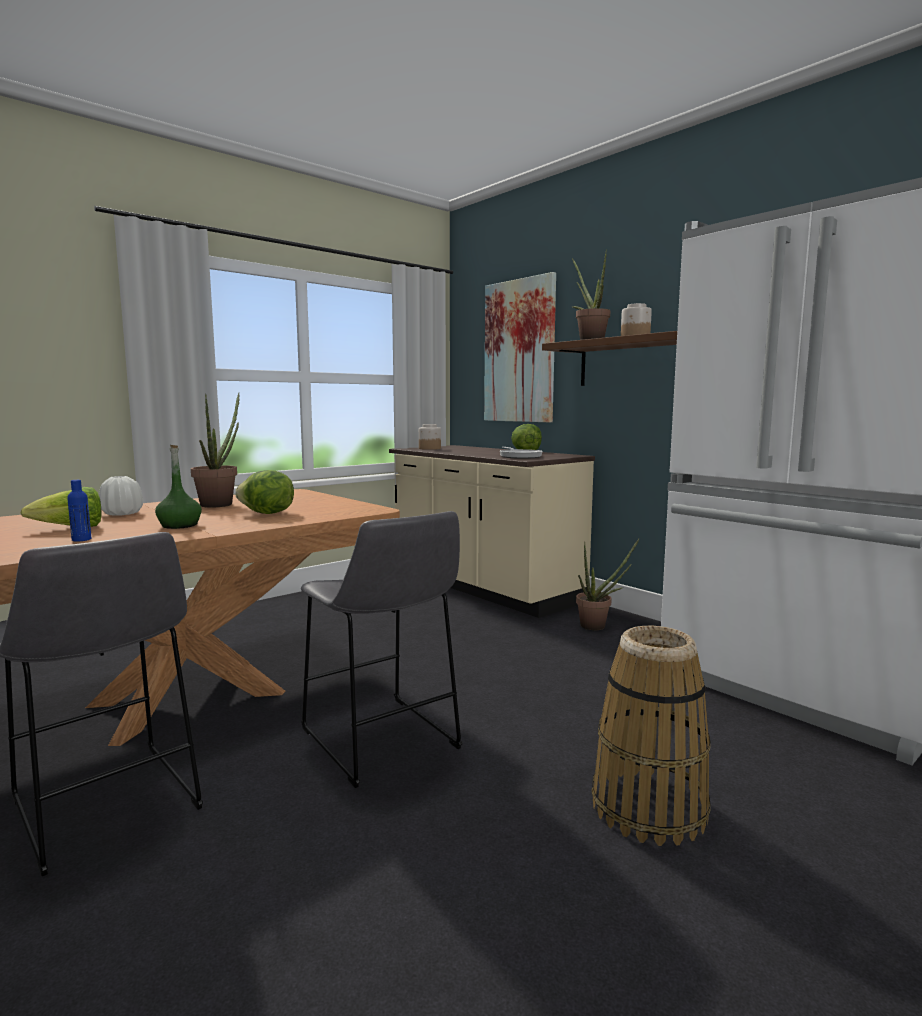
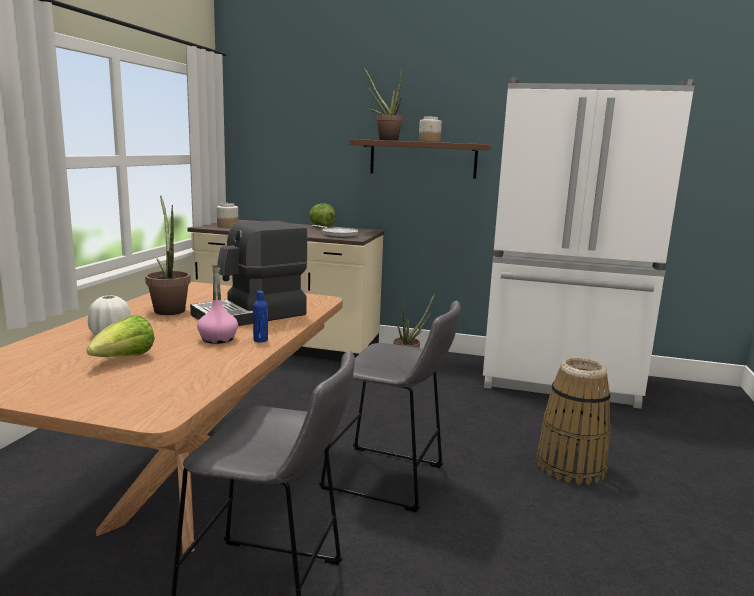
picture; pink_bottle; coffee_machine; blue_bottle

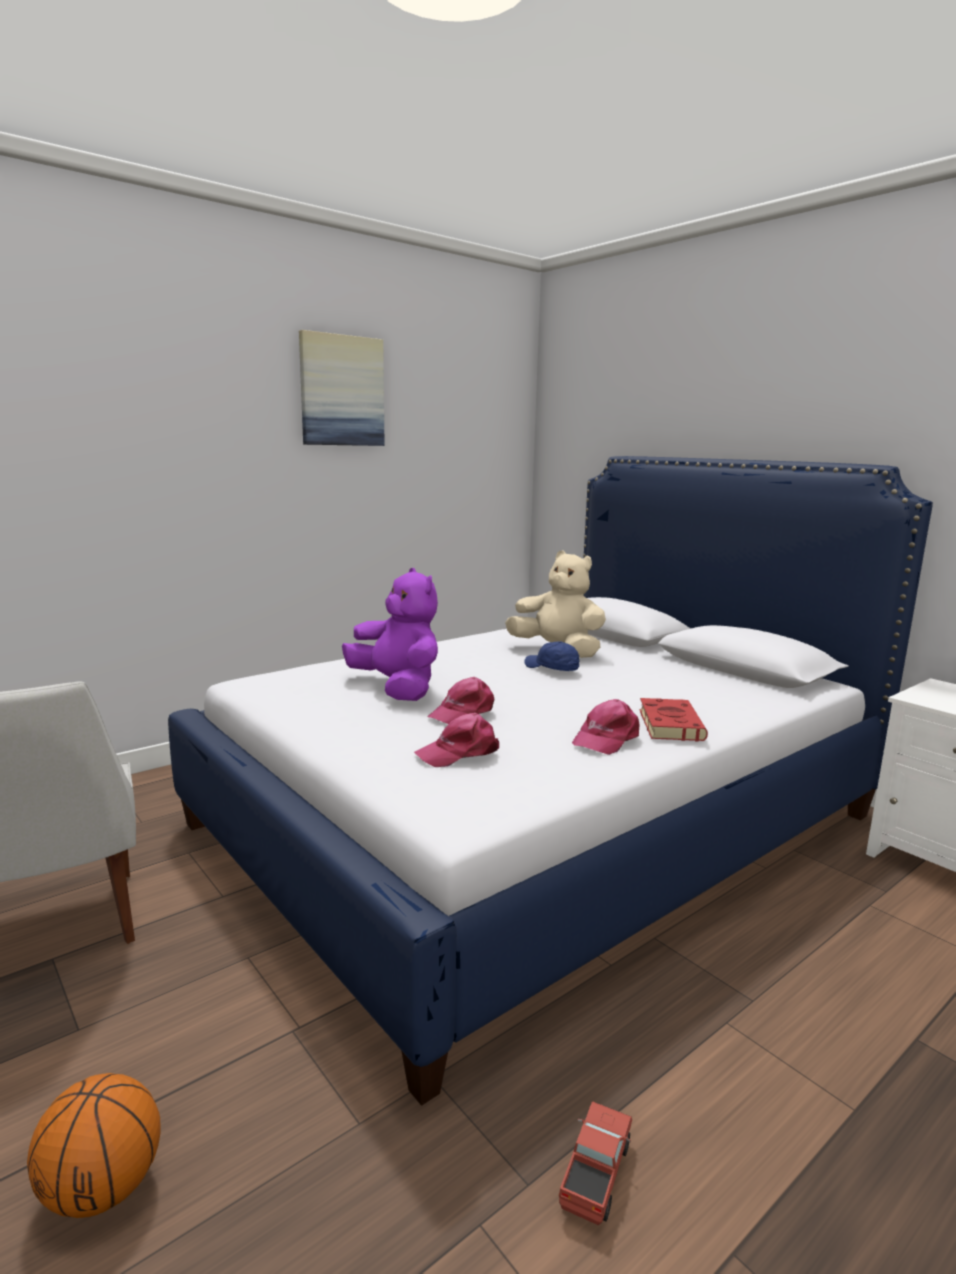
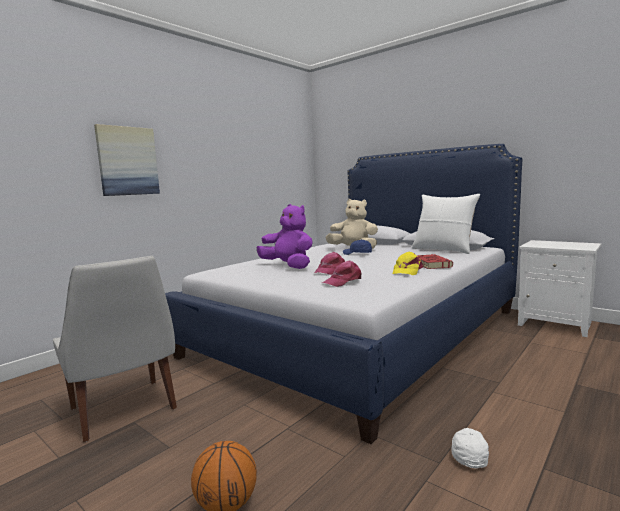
picture; yellow_cap; white_cap; white_pillow

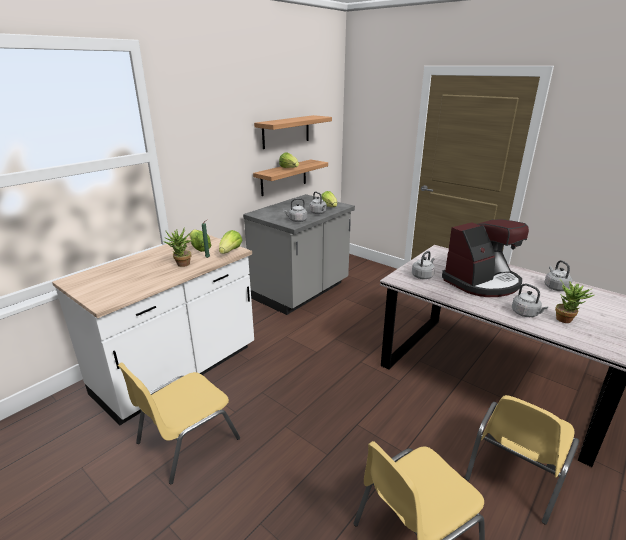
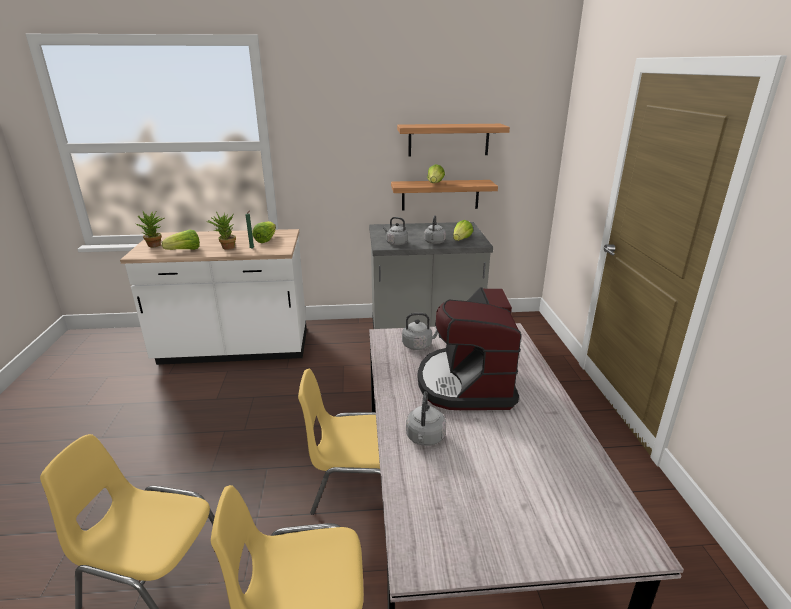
coffee_machine; lettuce (1st from left); grey_kettle (5th from left in the first image); potted_plant (1st from left); yellow_chair (3rd from left)

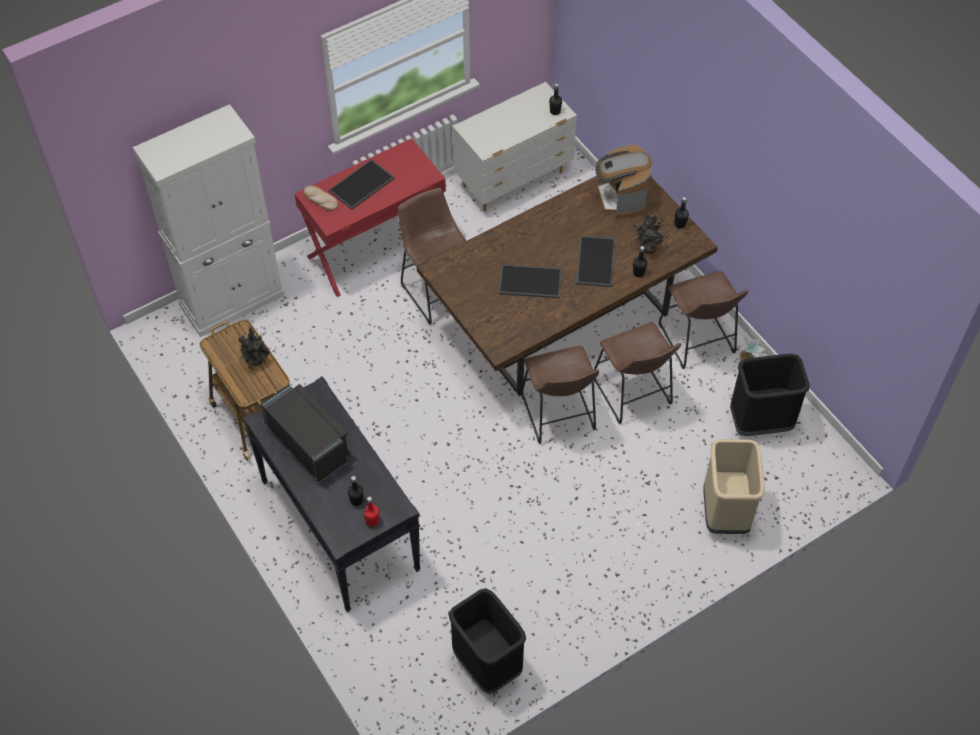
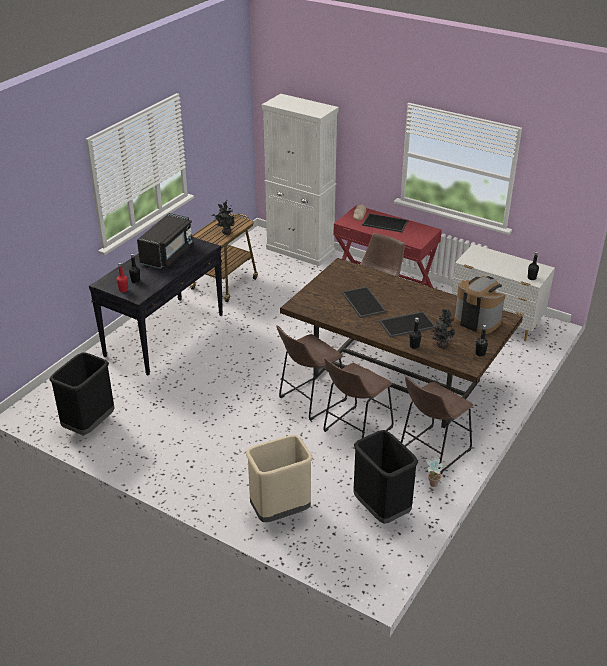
coffee_machine

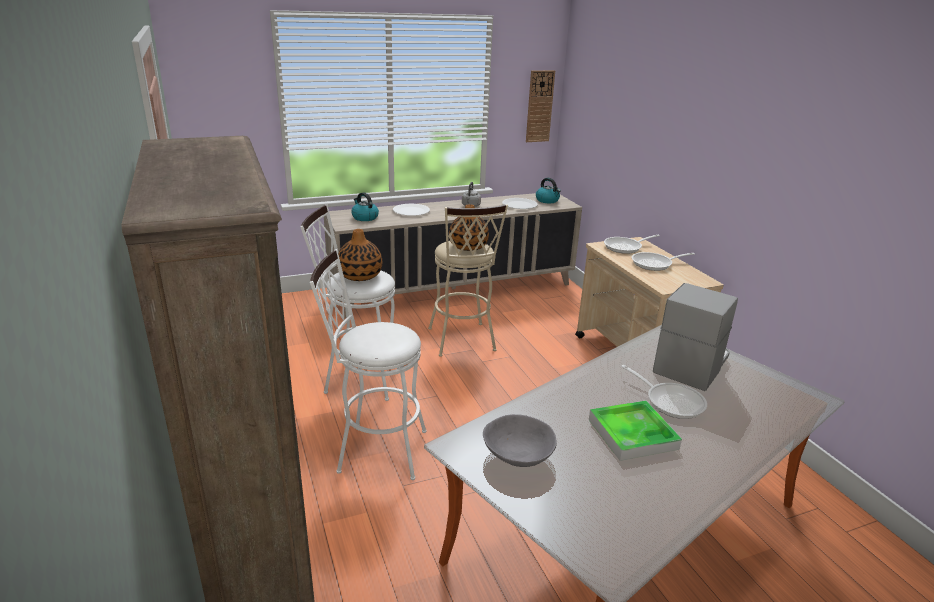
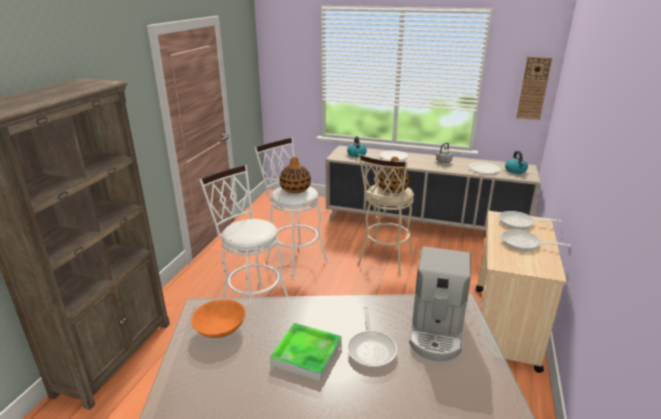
coffee_machine; orange_bowl

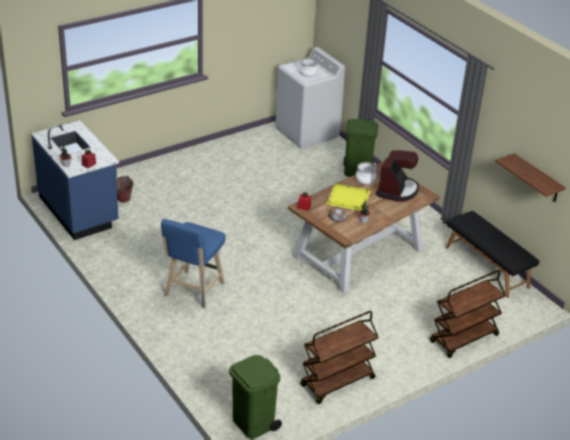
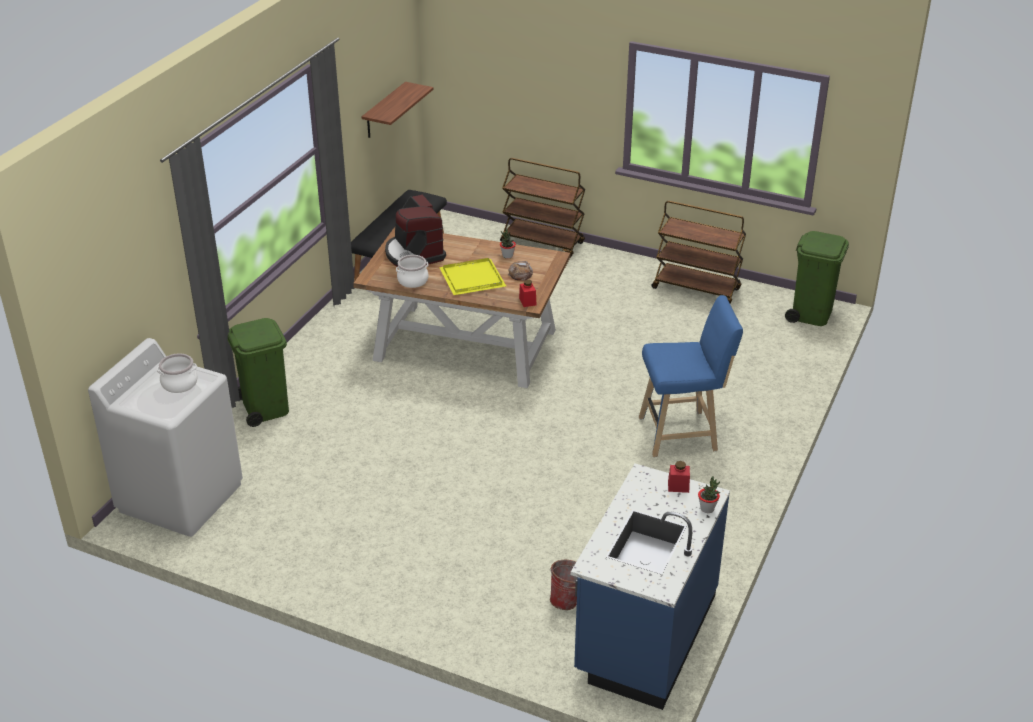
coffee_machine

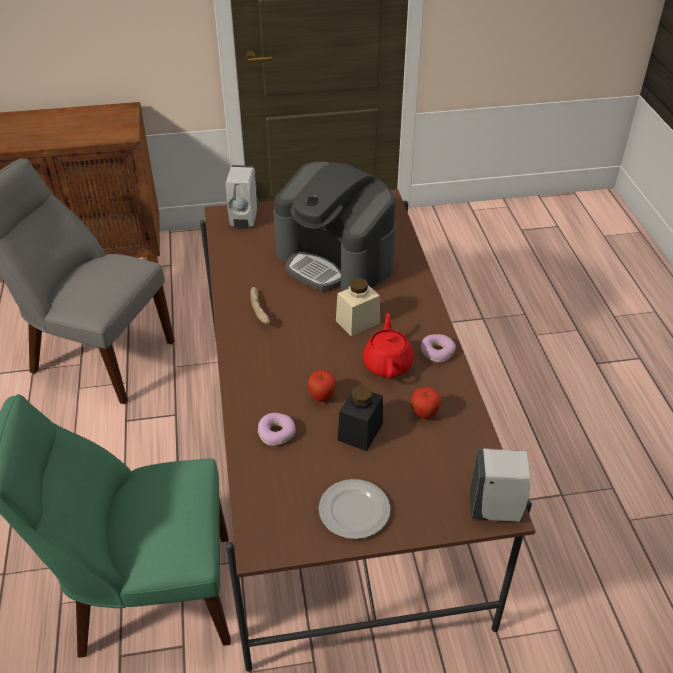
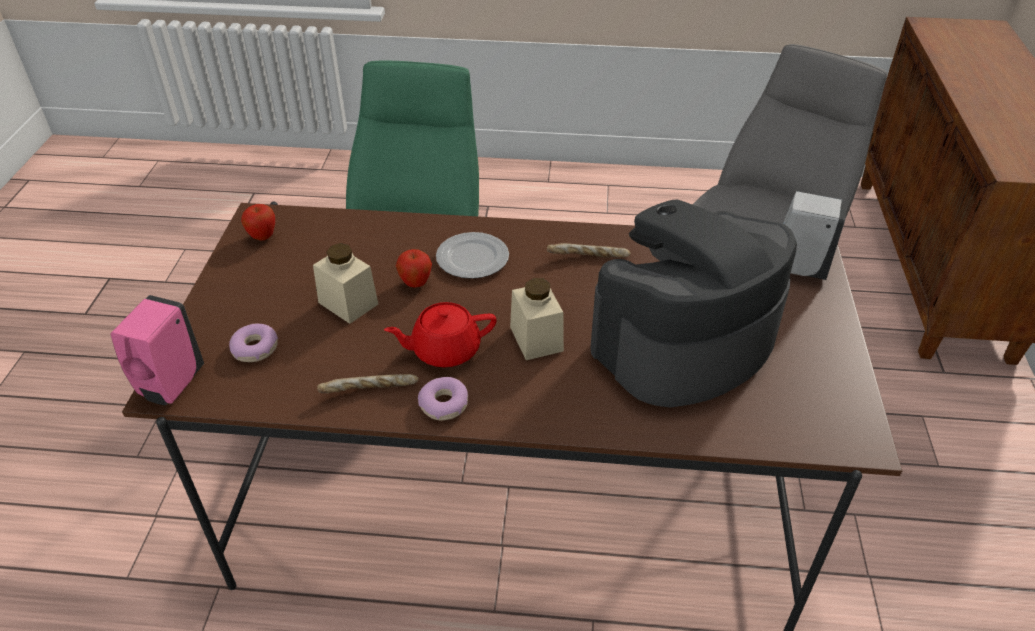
red_teapot; beige_jar (1st from left); apple (1st from left); donut (1st from left); pink_soap_dispenser; plate; bread (1st from left)

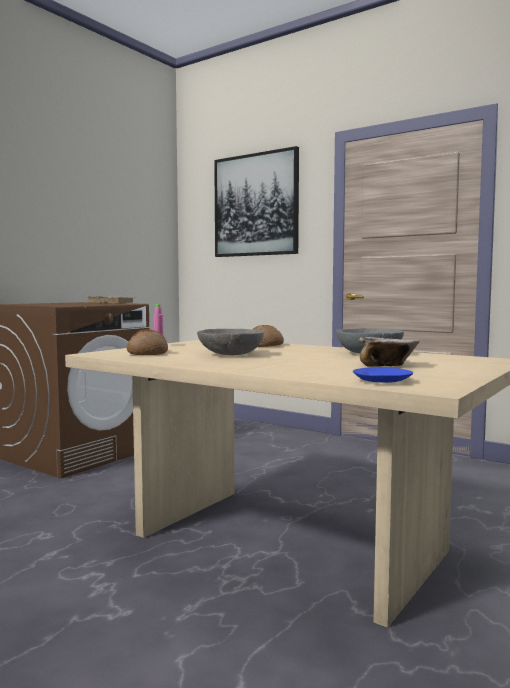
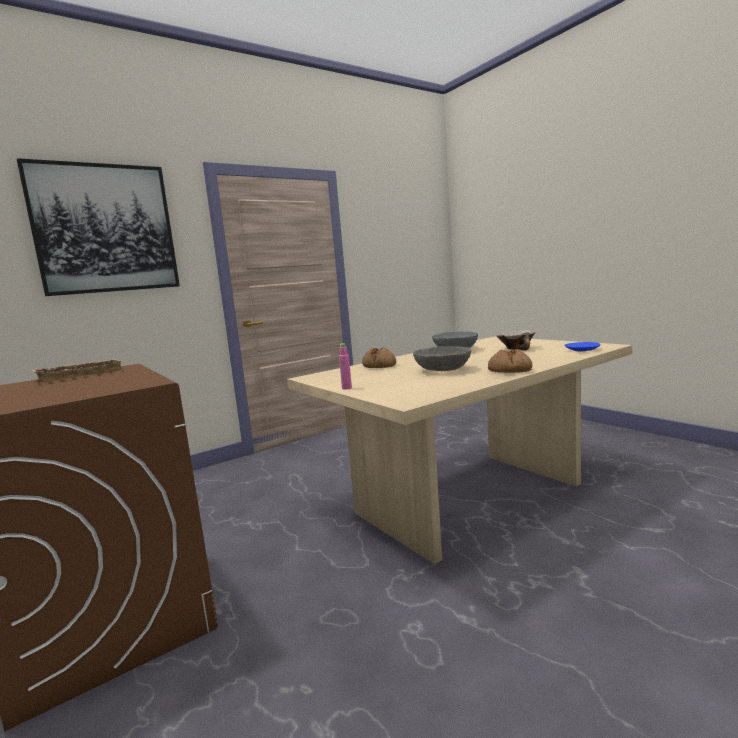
bread (2nd from left)

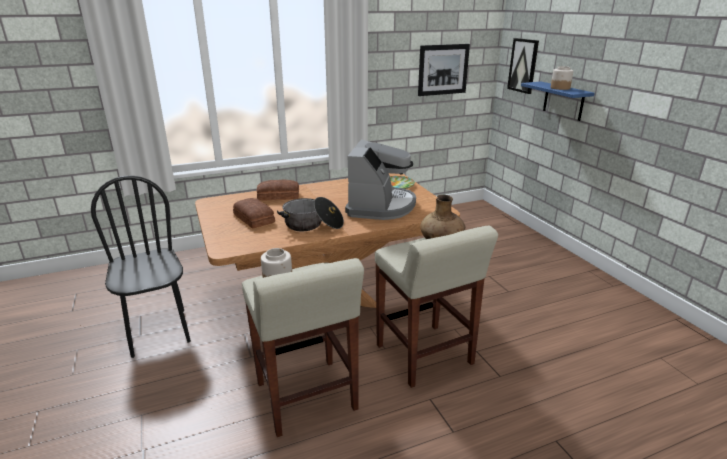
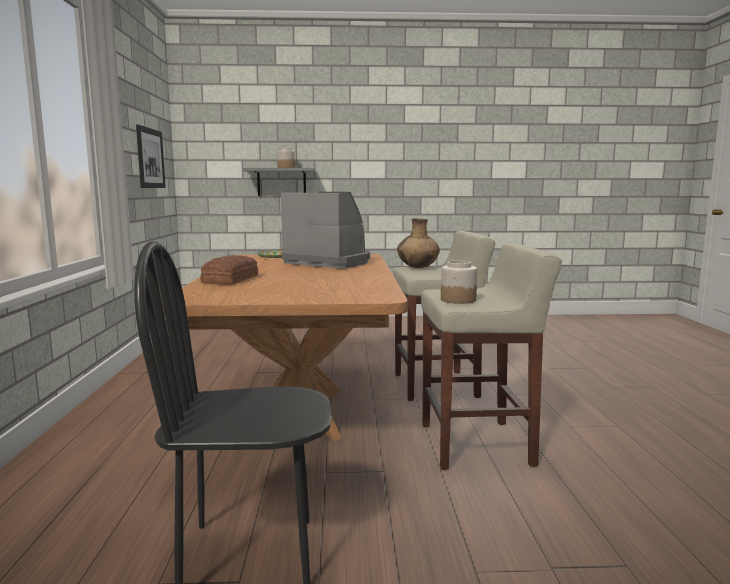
picture (2nd from left in the first image); grey_shelf; cooking_pot; bread (1st from left in the first image)

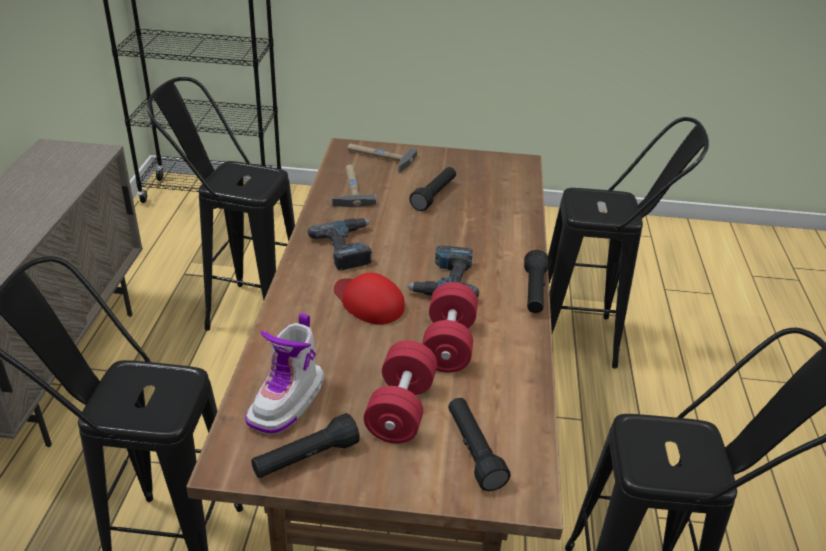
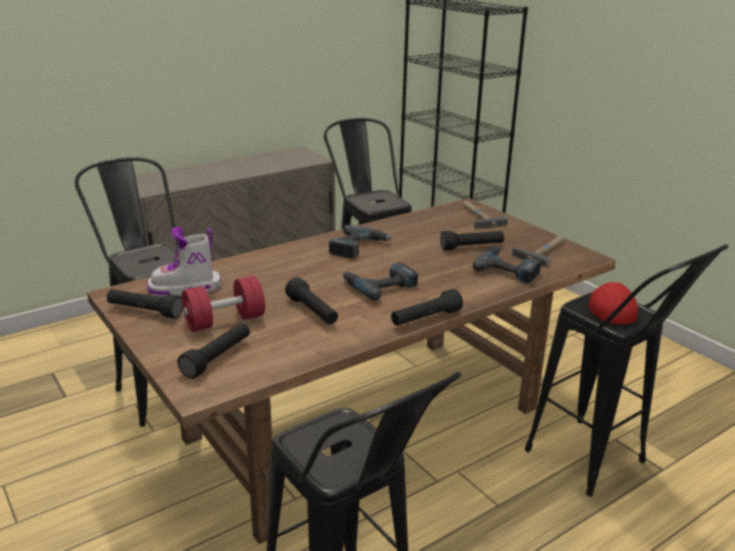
hammer (2nd from left); red_cap; black_flashlight (3rd from left); power_drill (3rd from left)

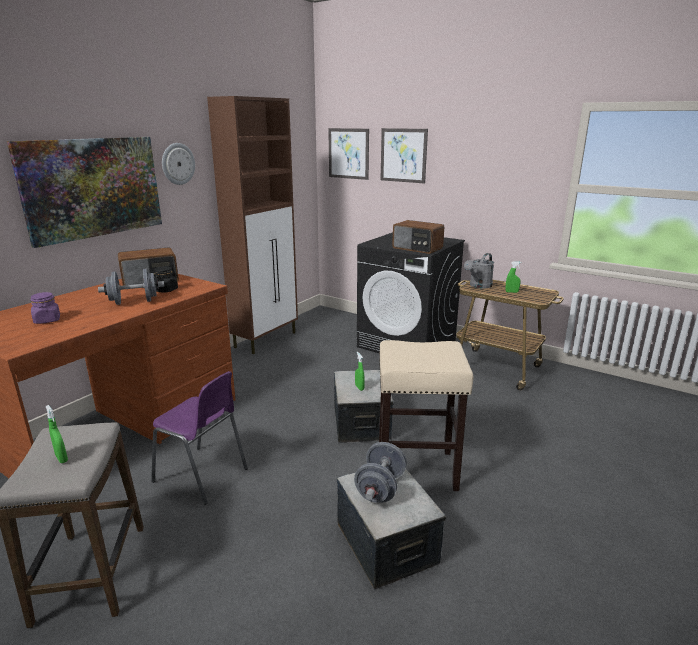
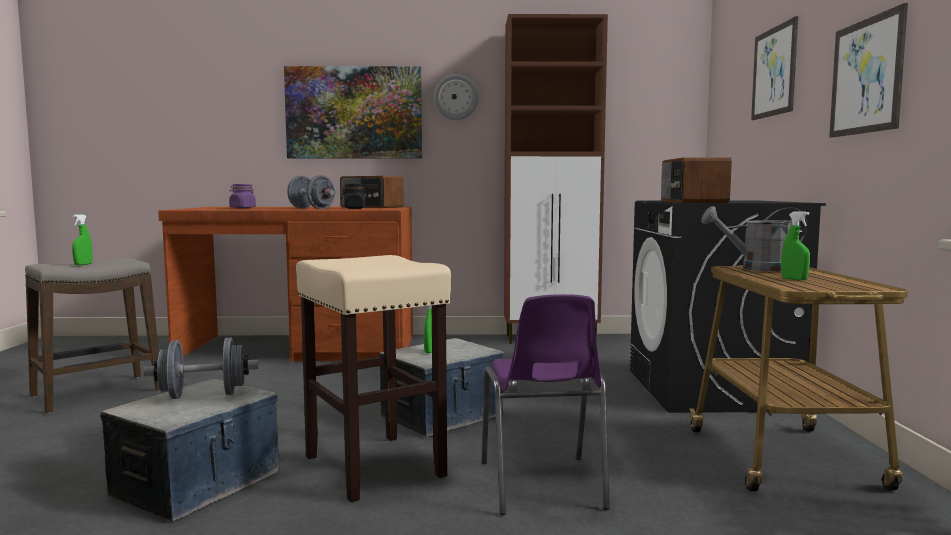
picture (3rd from left); purple_chair

